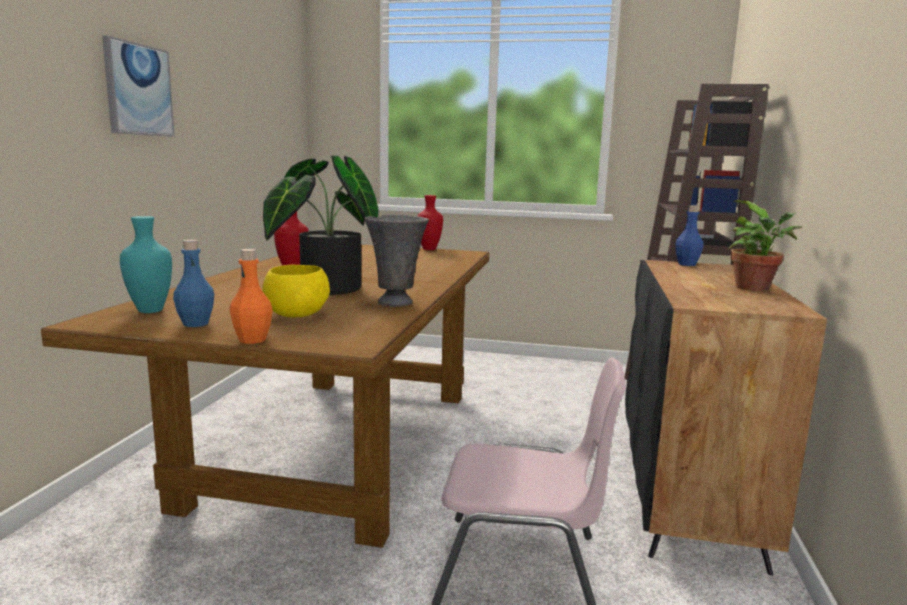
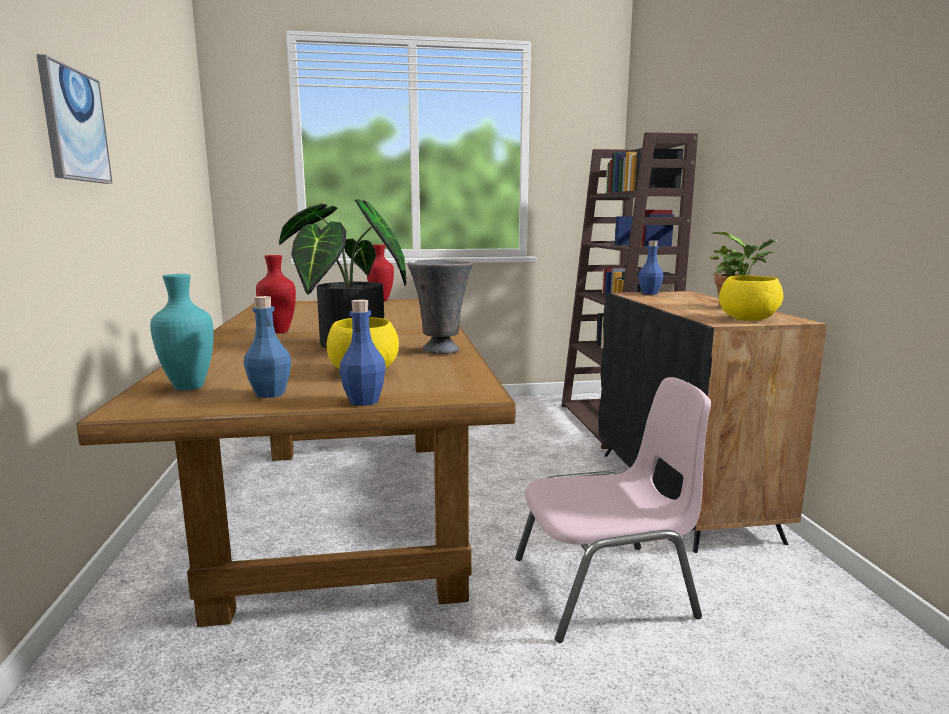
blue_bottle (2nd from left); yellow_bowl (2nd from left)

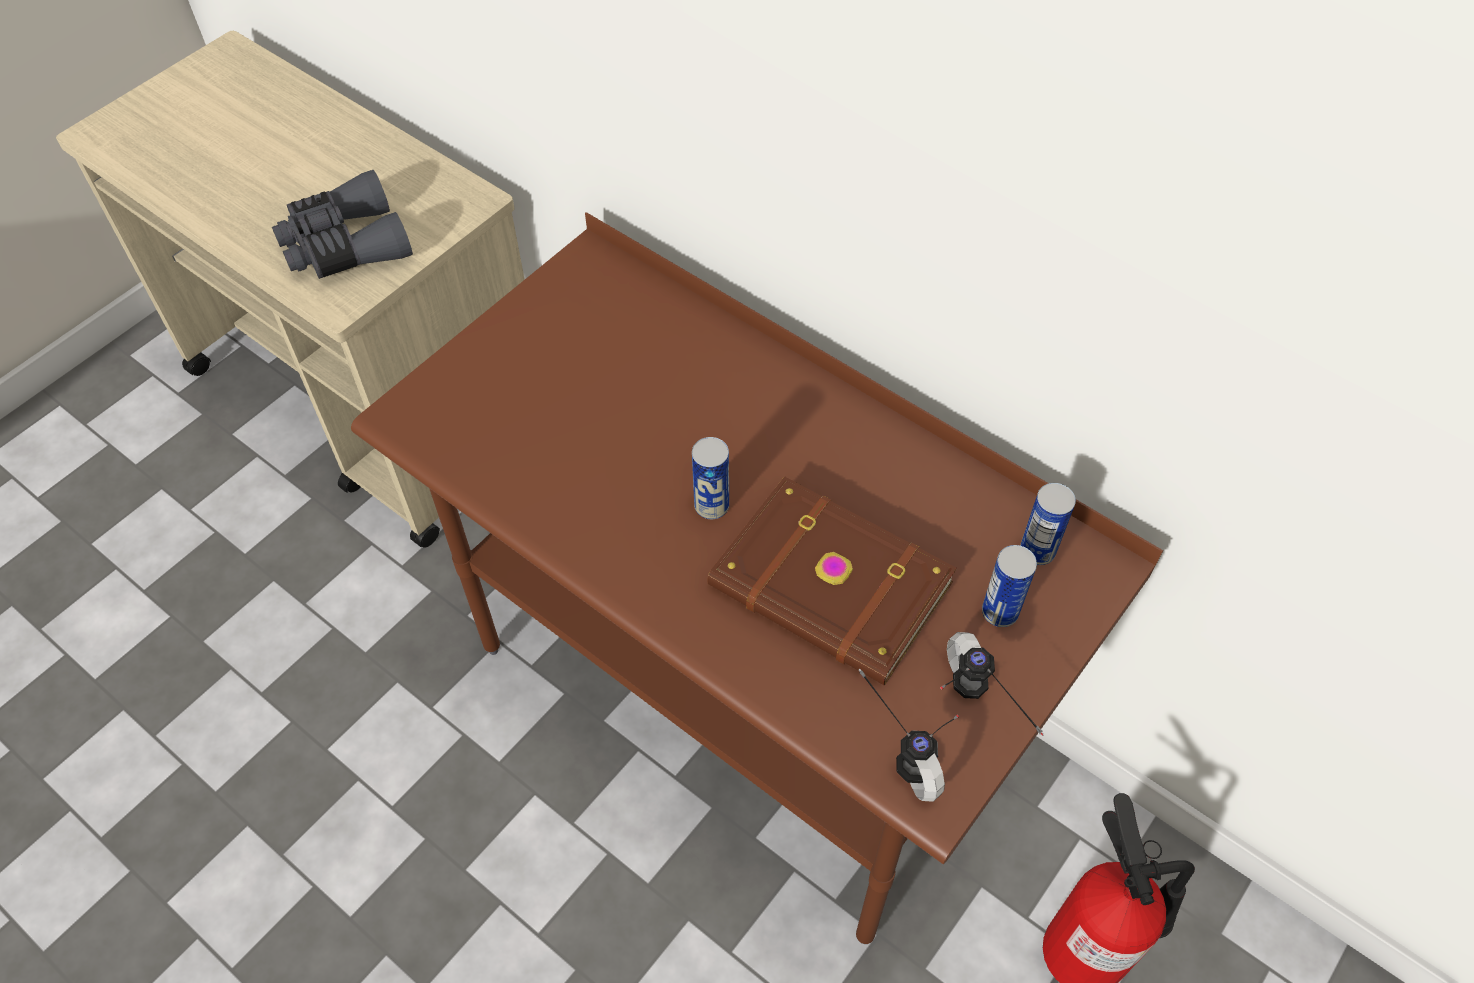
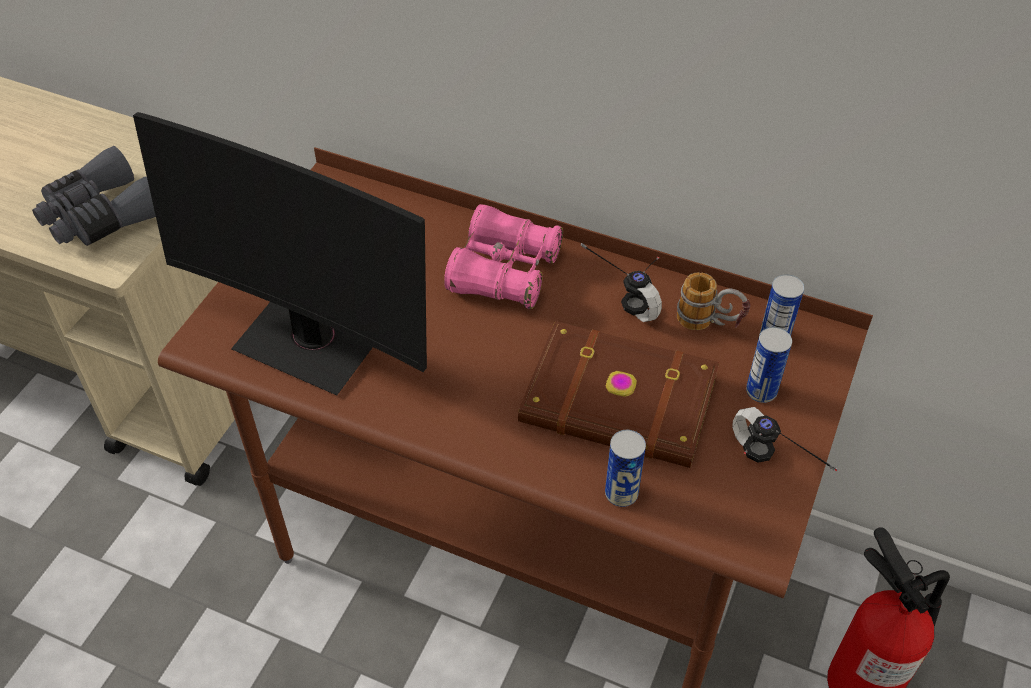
can (1st from left); headphones (1st from left); monitor; pink_binoculars; mug

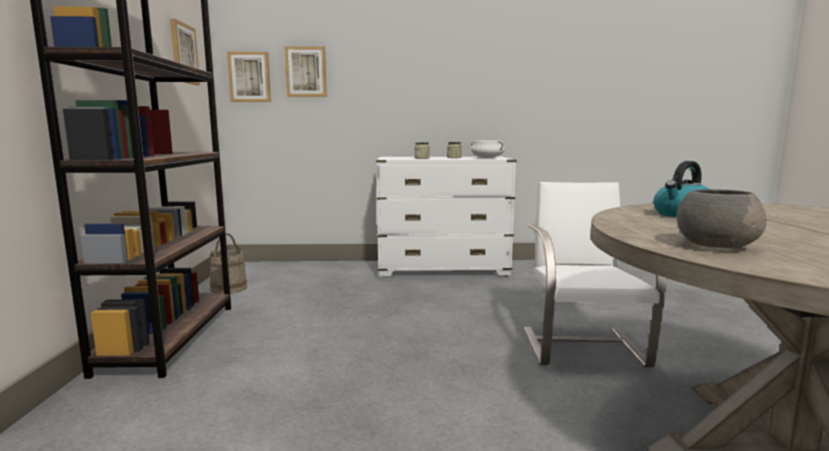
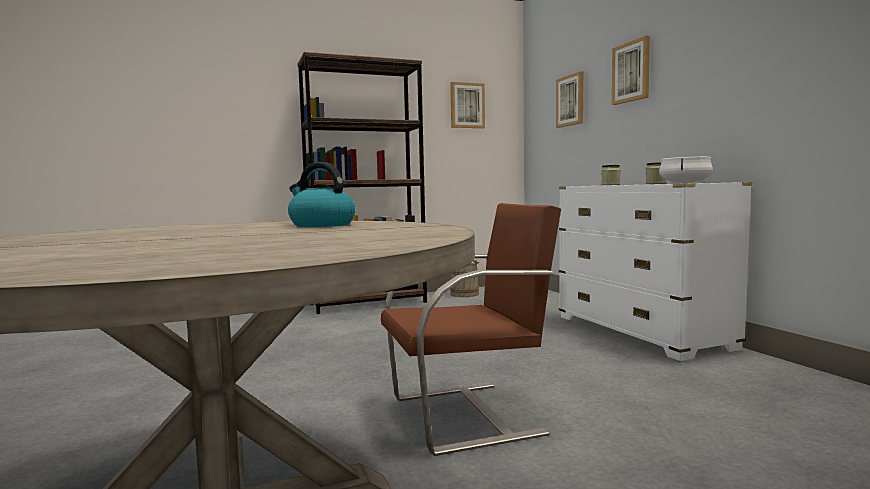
picture (3rd from left); brown_chair; grey_bowl

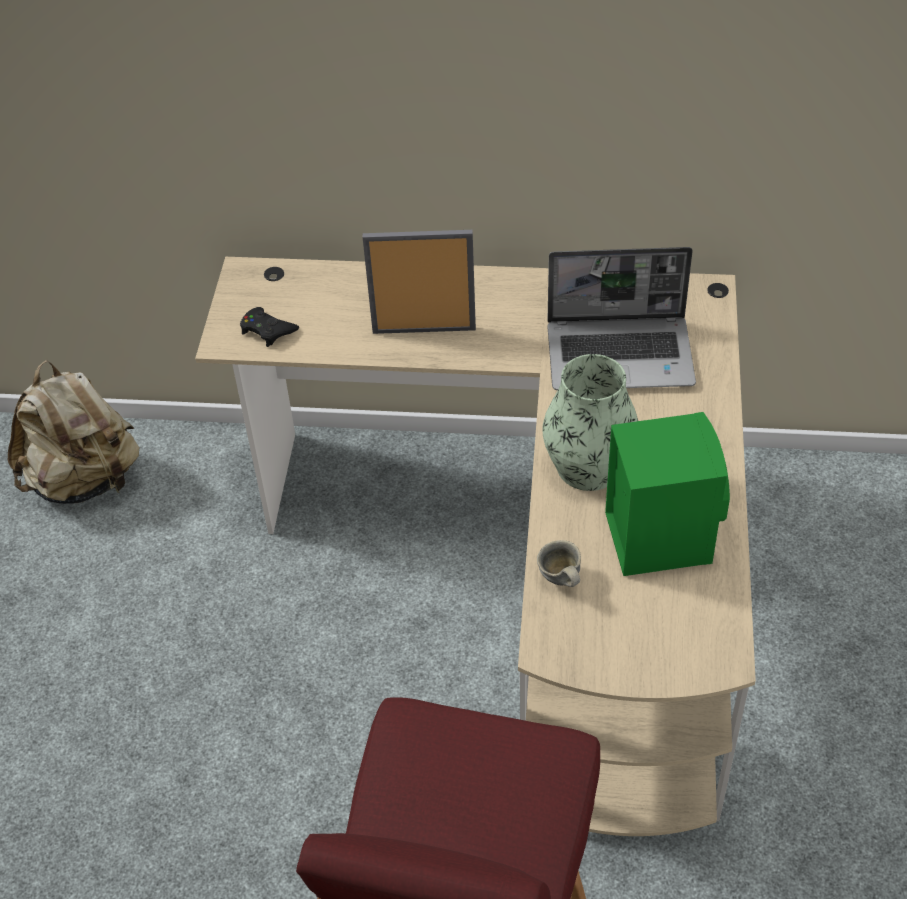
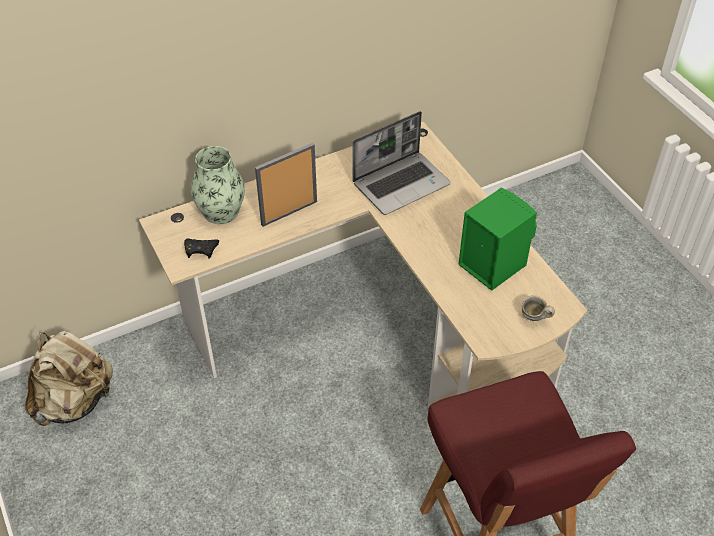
vase; grey_mug

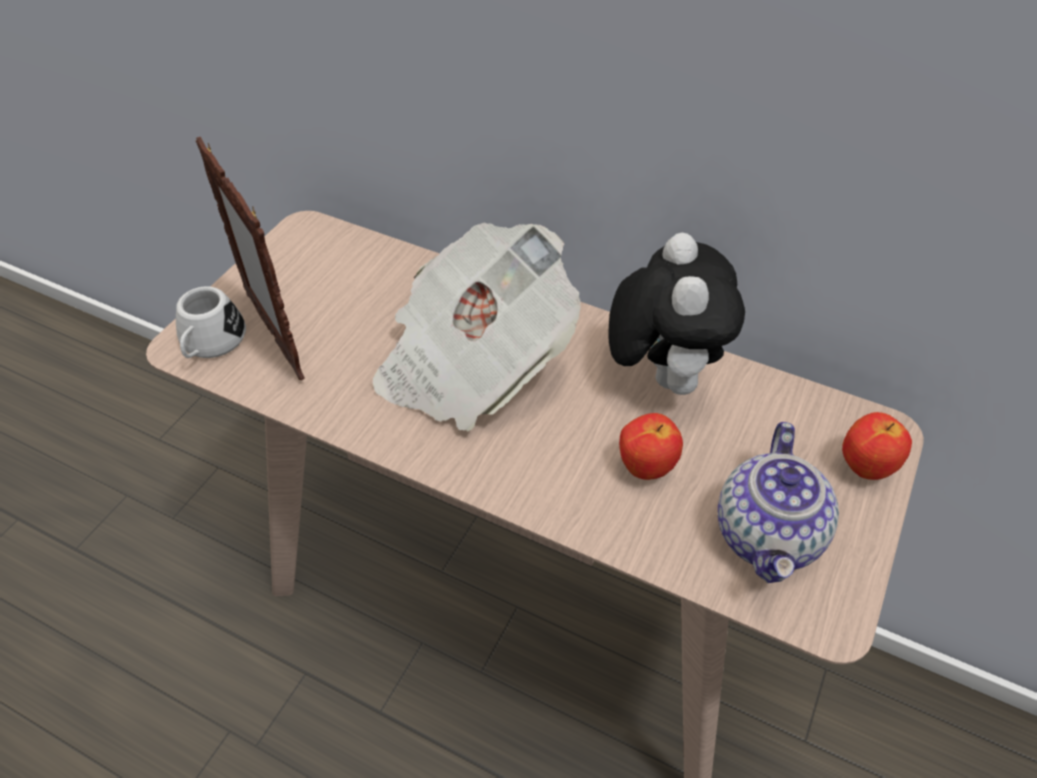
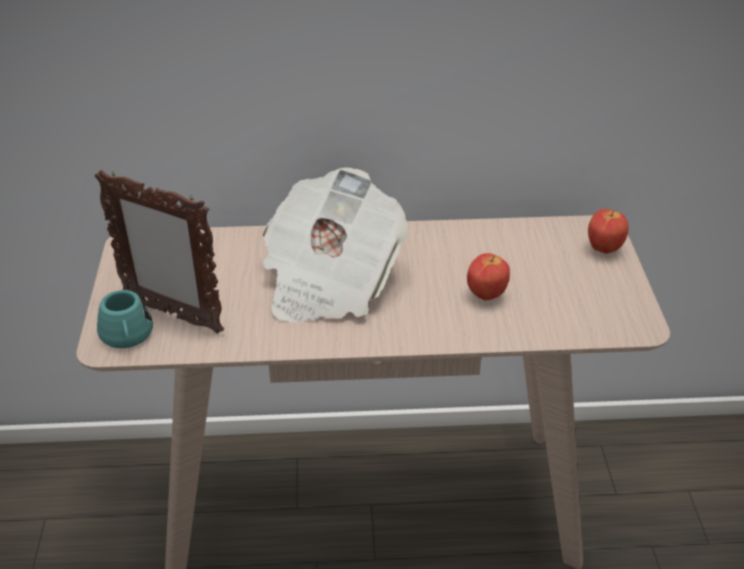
plush_toy; turquoise_mug; teapot

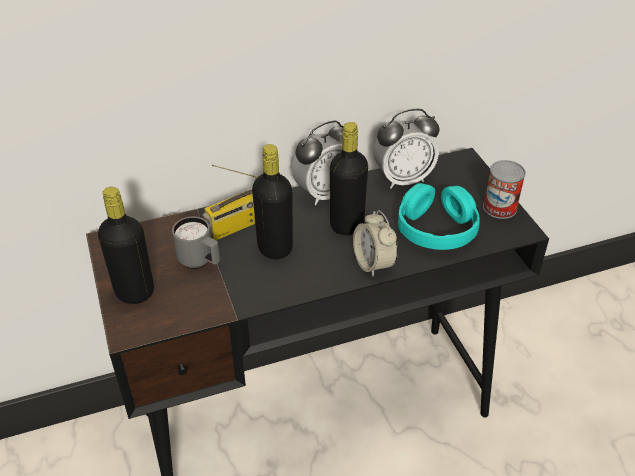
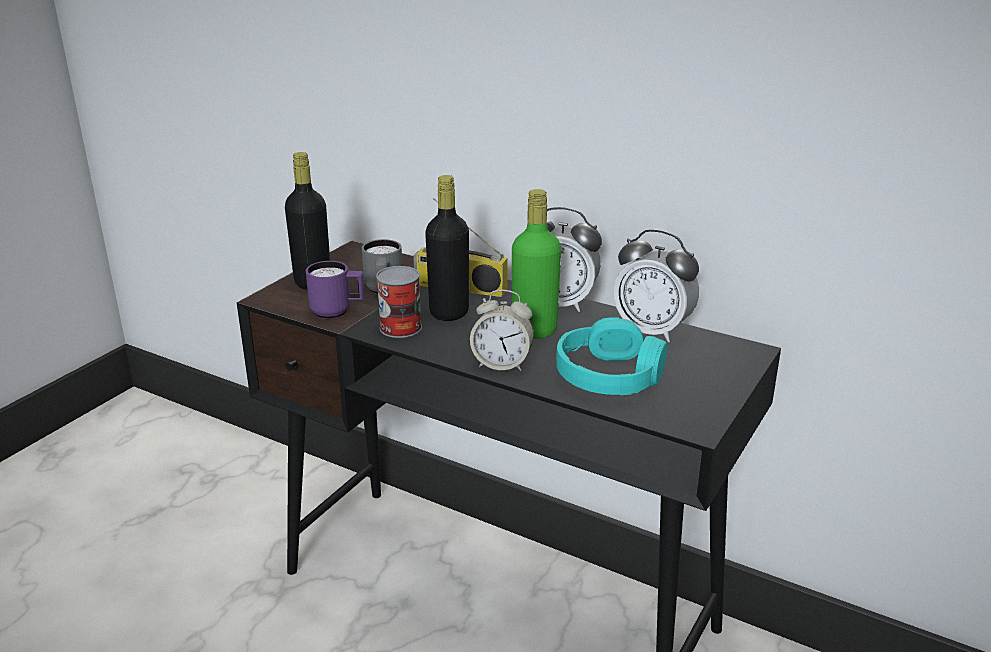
green_bottle; can; alarm_clock (1st from left); purple_mug

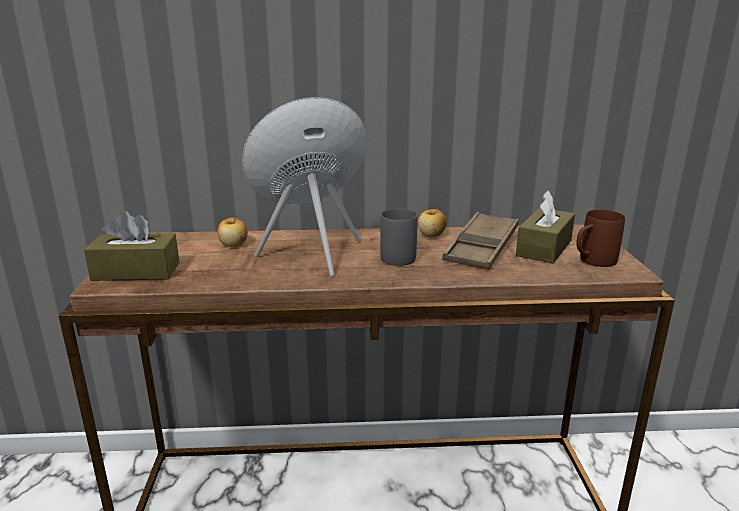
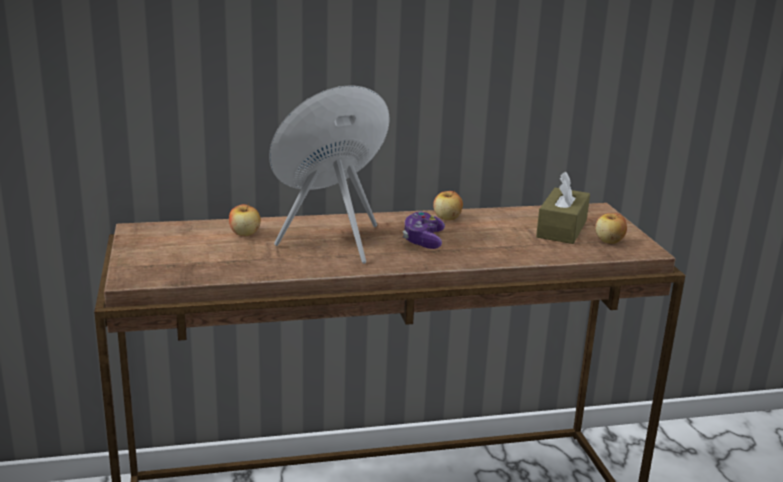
game_controller; apple (3rd from left); brown_tissue_box (1st from left in the first image); brown_tray

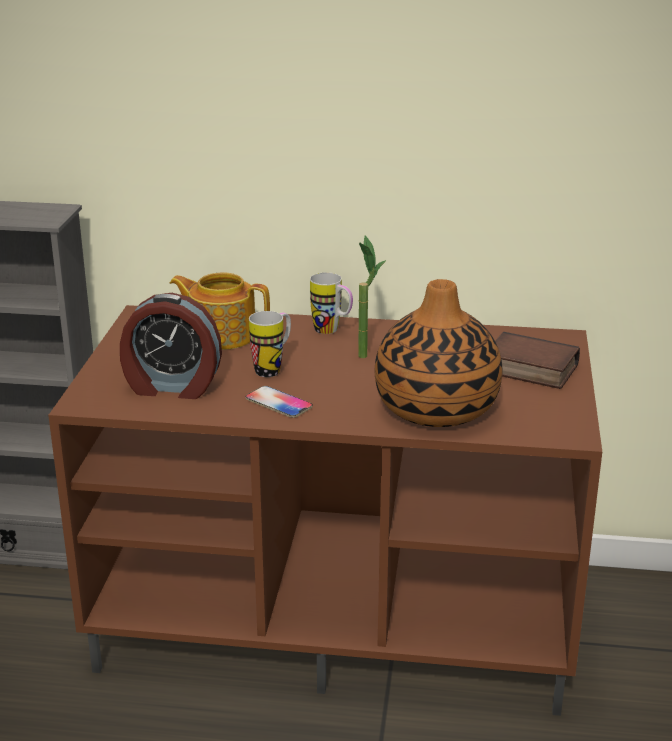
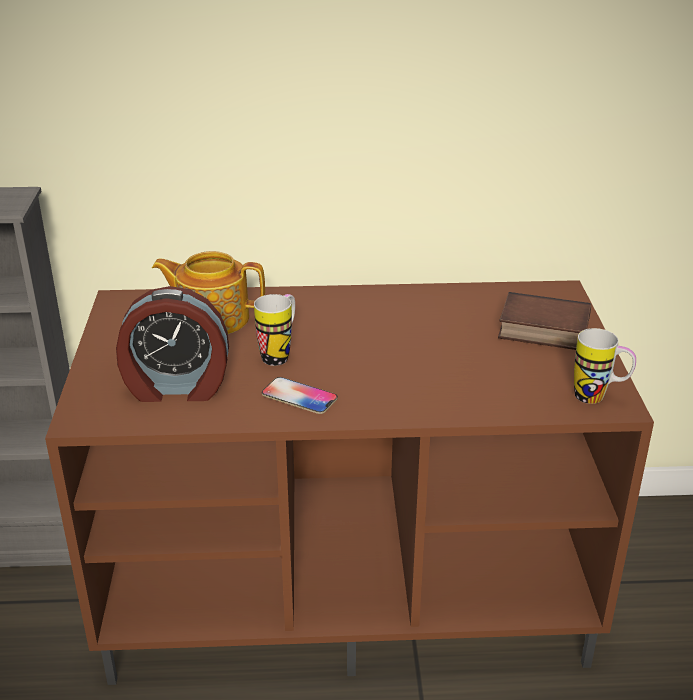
potted_plant; mug (2nd from left); vase

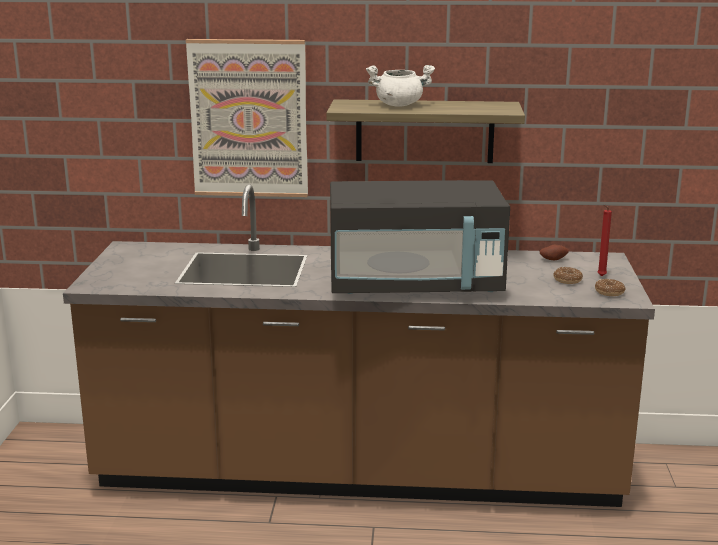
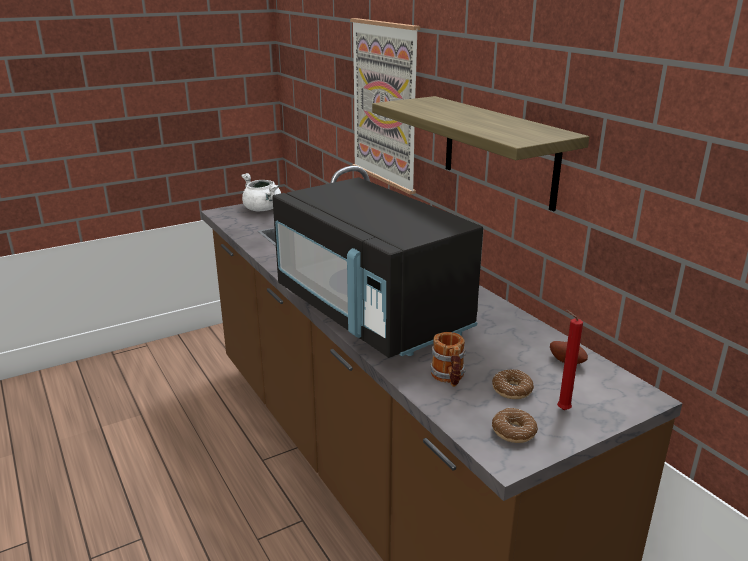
white_cooking_pot; mug

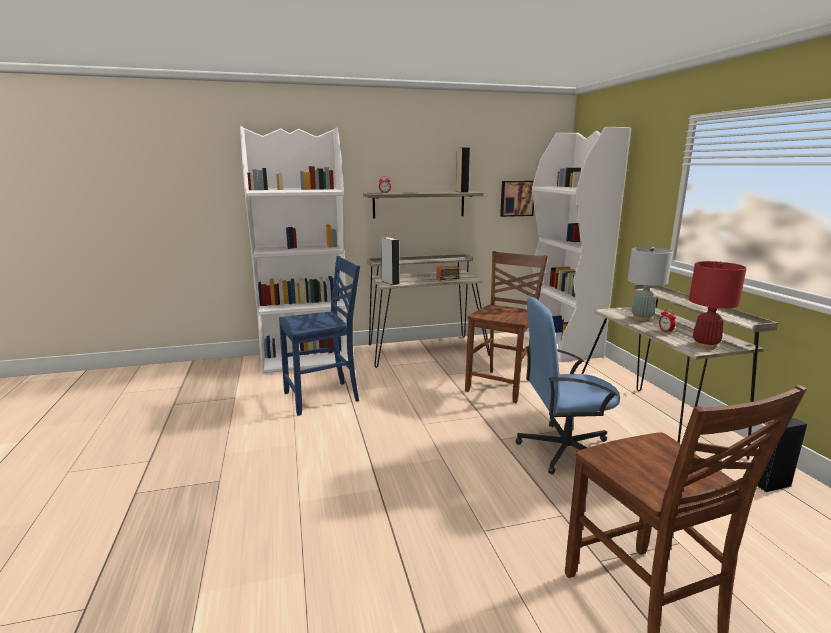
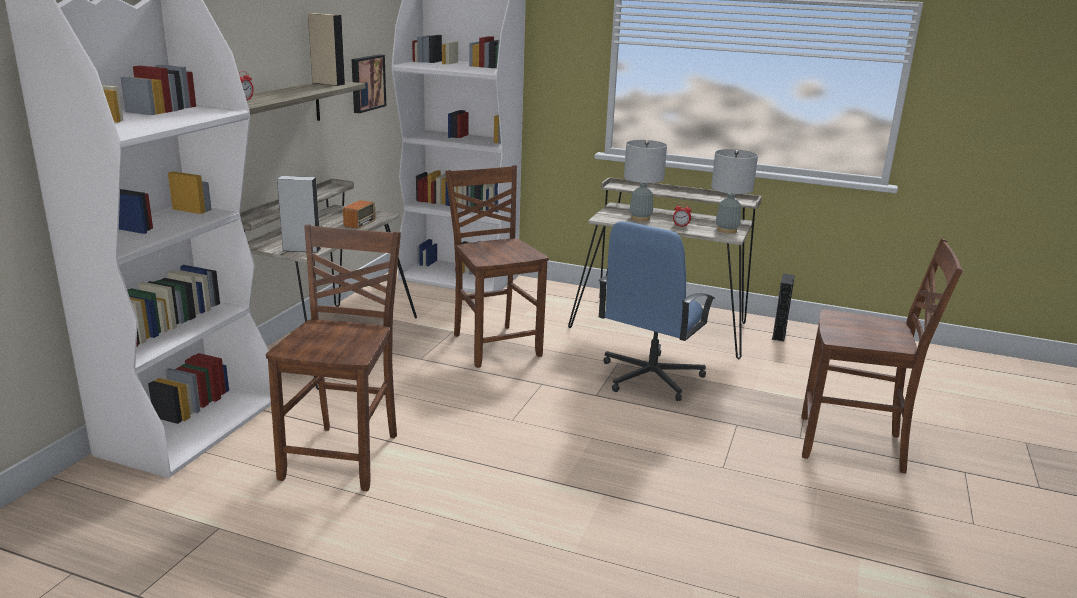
brown_chair (1st from left); grey_table_lamp (2nd from left)

